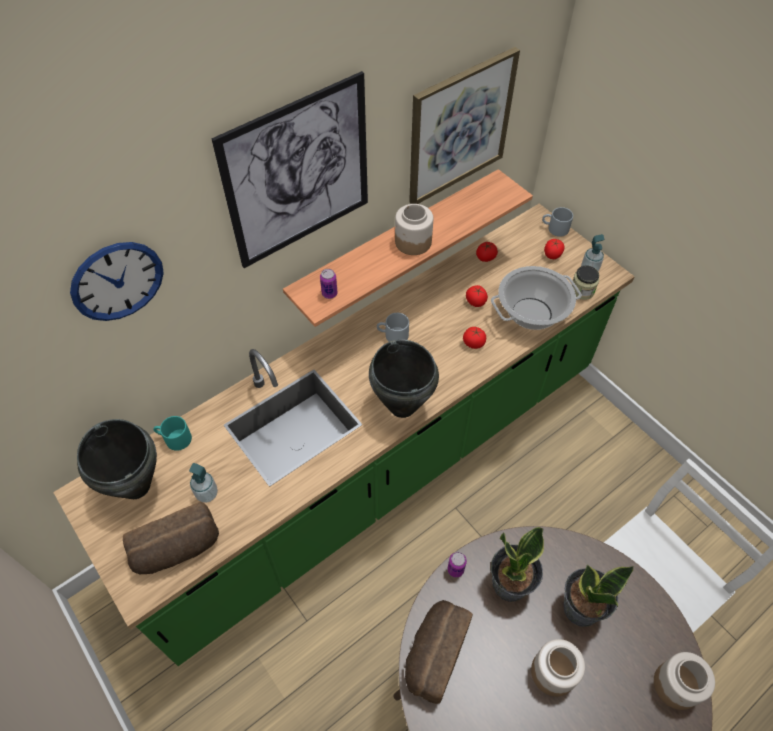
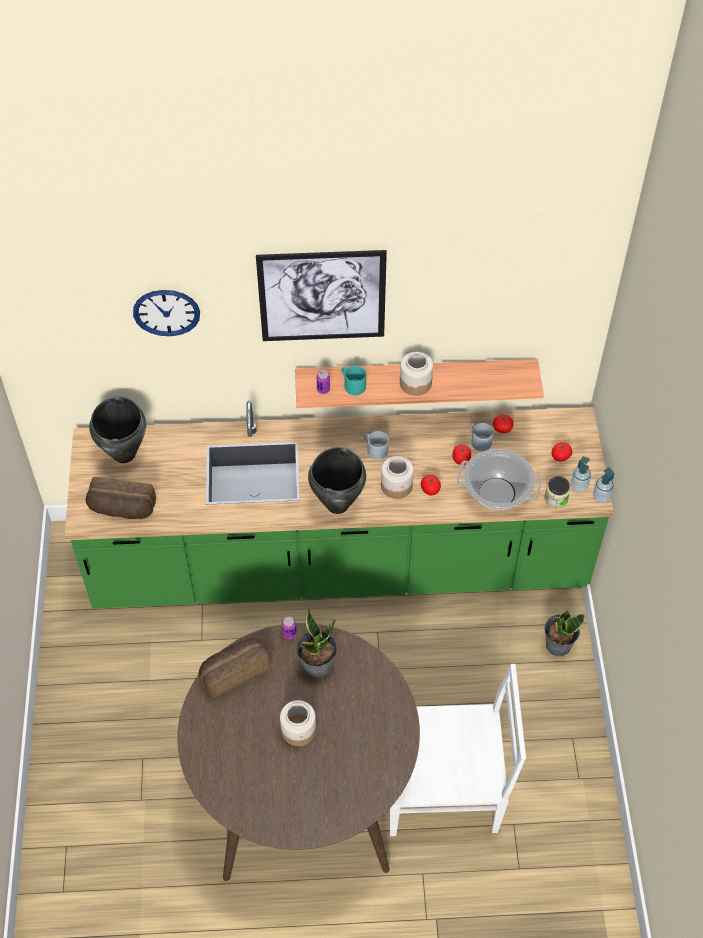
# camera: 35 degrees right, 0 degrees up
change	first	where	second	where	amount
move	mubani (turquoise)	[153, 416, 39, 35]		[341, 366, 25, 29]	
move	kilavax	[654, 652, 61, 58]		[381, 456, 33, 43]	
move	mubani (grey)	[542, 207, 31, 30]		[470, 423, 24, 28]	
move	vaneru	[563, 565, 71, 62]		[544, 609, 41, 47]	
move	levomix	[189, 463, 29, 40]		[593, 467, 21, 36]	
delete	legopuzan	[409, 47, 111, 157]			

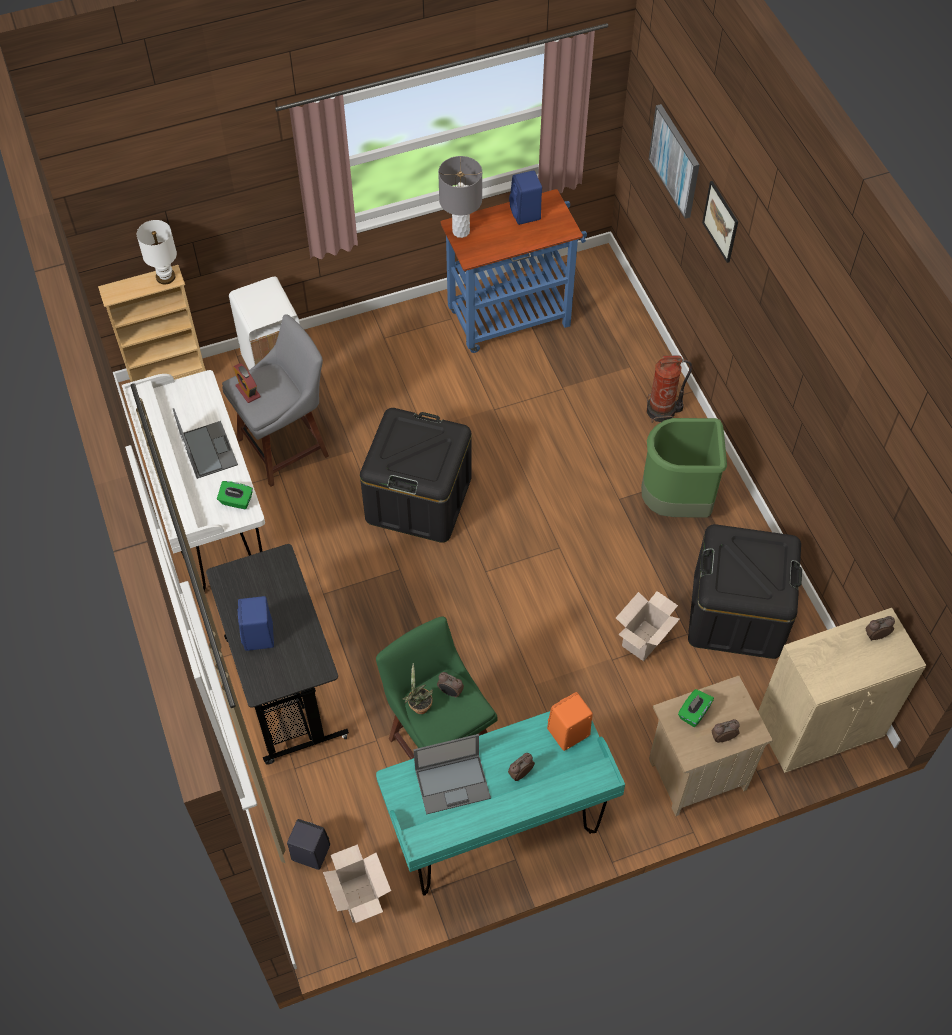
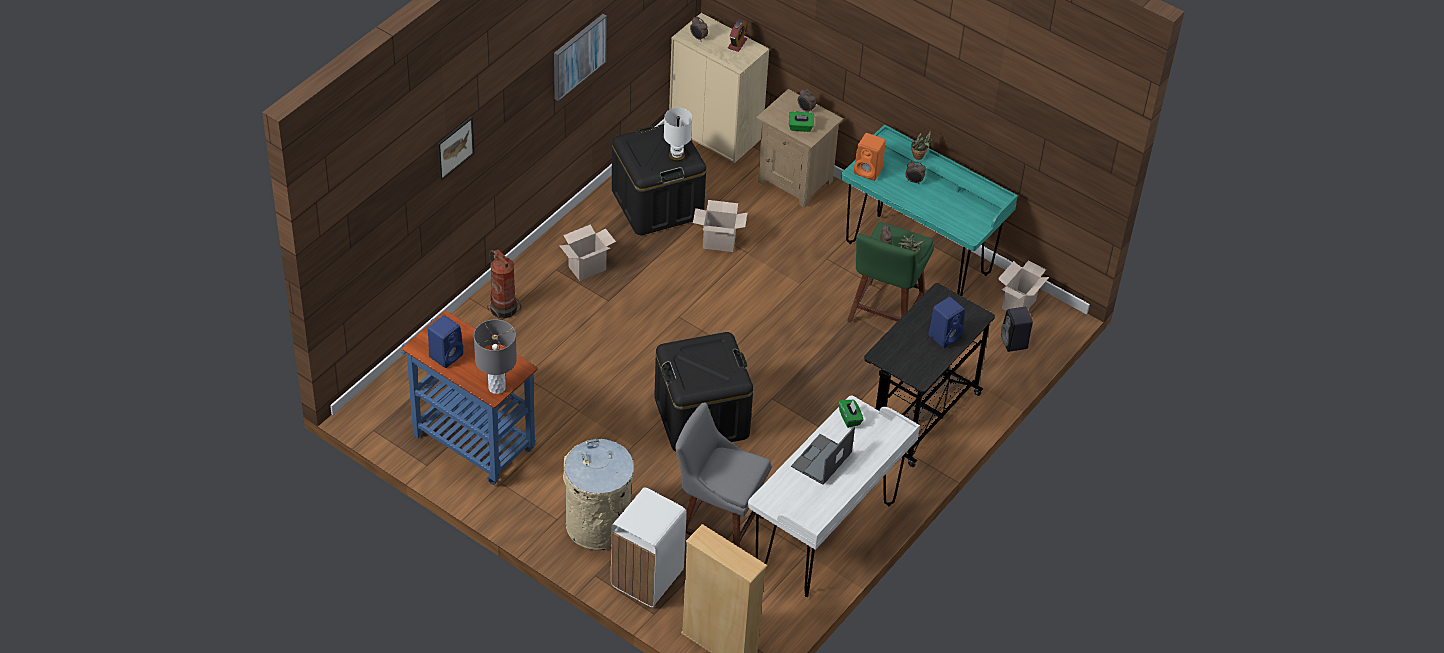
# camera: 125 degrees left, 10 degrees down
change	first	where	second	where	amount
move	legopuzan	[649, 104, 51, 115]		[554, 14, 53, 87]	
replace	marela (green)	[641, 418, 86, 100]	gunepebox	[559, 225, 57, 56]	
insert			marela (beige)	[563, 439, 71, 112]	
move	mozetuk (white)	[137, 220, 40, 64]		[664, 108, 28, 54]	
move	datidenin	[233, 363, 28, 40]		[728, 19, 19, 33]	
insert			vaneru	[911, 130, 21, 30]	
delete	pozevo	[413, 734, 78, 80]			

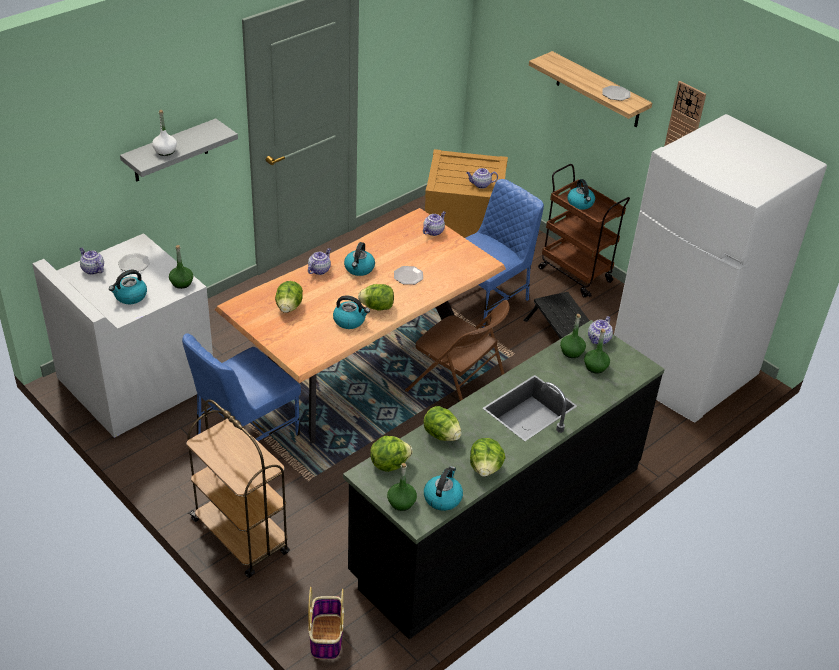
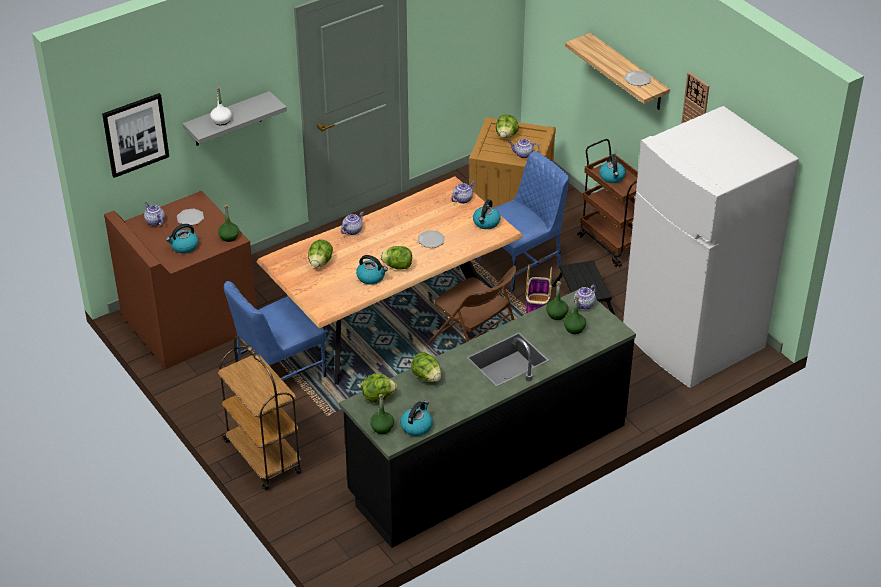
# camera: 10 degrees right, 0 degrees up
change	first	where	second	where	amount
insert			legopuzan	[102, 93, 67, 85]	
recolor	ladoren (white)	[32, 233, 181, 205]	ladoren (brown)	[104, 191, 153, 178]	
move	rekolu	[344, 242, 31, 34]		[473, 199, 27, 30]	
move	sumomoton	[470, 438, 35, 39]		[496, 115, 23, 23]	
move	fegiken	[308, 587, 36, 73]		[526, 264, 26, 50]	

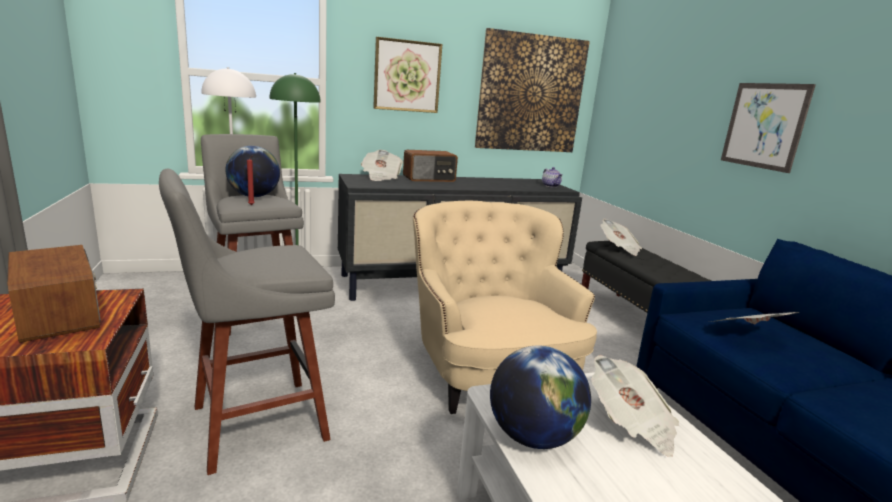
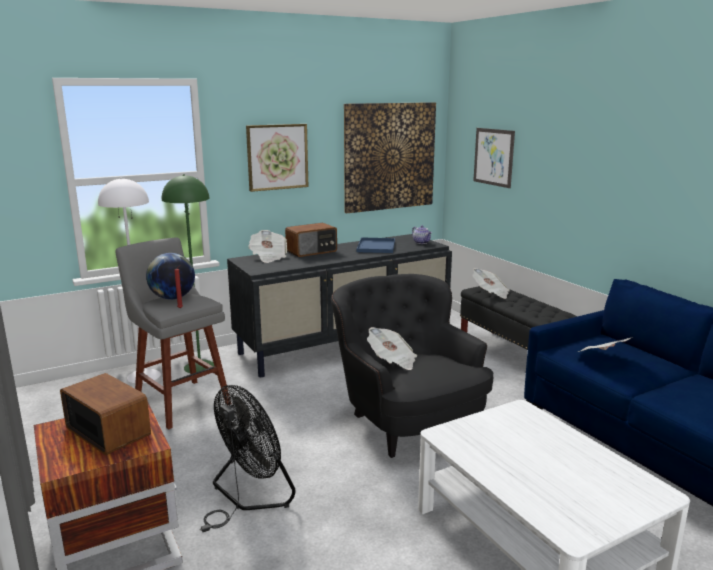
# camera: 10 degrees left, 0 degrees up
change	first	where	second	where	amount
replace	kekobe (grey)	[159, 169, 176, 306]	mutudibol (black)	[199, 385, 96, 147]	
recolor	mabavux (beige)	[413, 201, 184, 213]	mabavux (black)	[331, 274, 162, 184]	
insert			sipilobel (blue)	[357, 237, 38, 16]	
move	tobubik	[591, 355, 88, 102]		[367, 327, 50, 43]	
move	legopuzan	[721, 83, 95, 90]		[473, 128, 42, 60]	
delete	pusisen	[490, 346, 101, 103]			

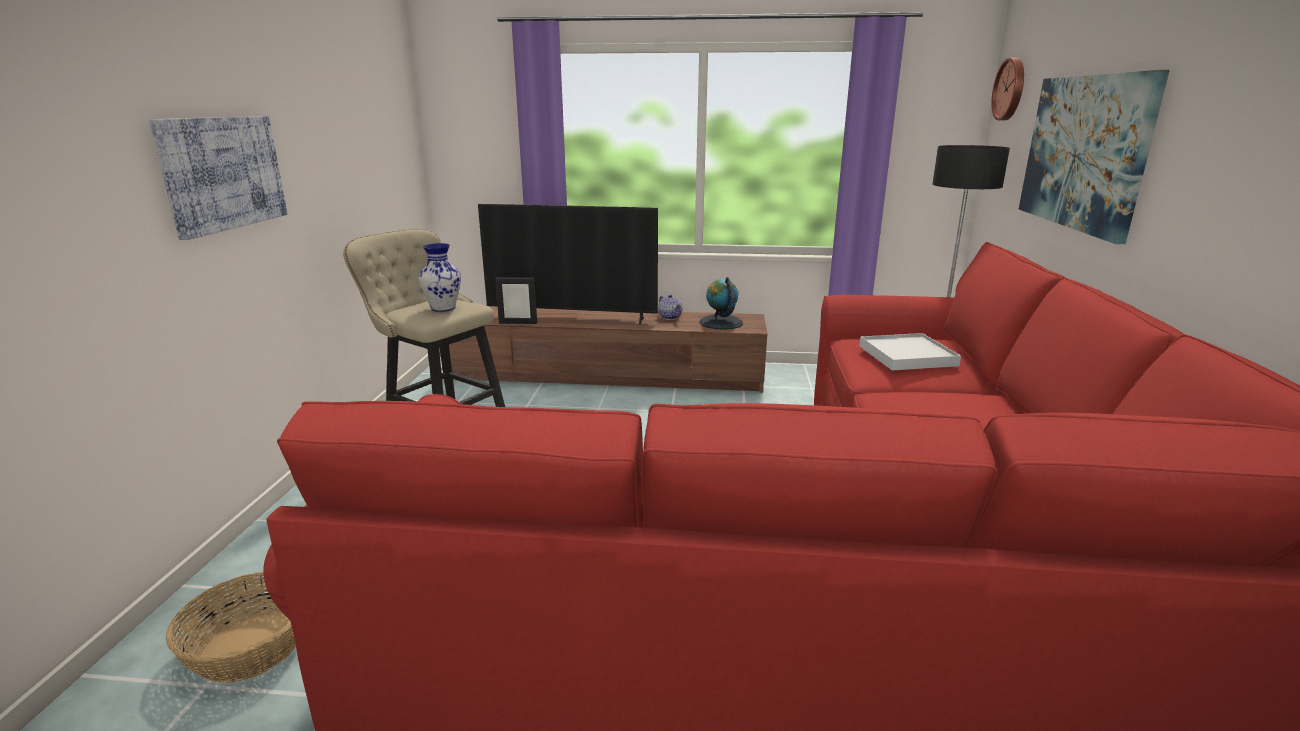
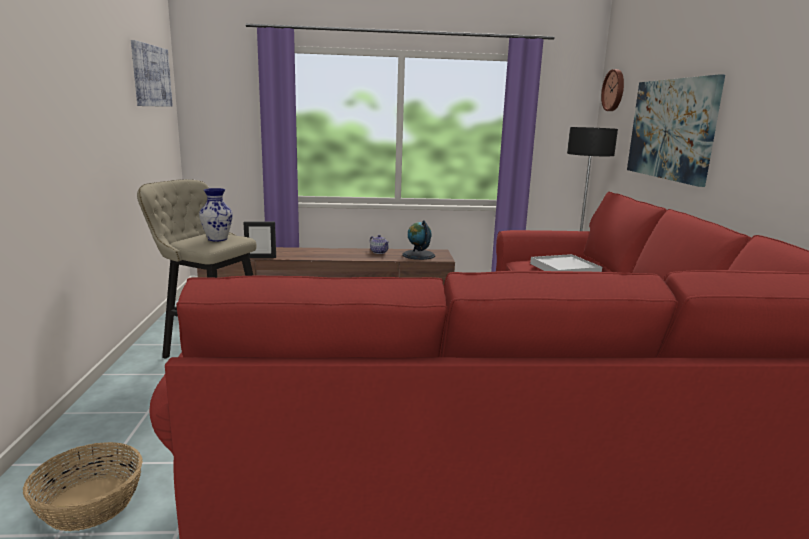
# camera: 10 degrees left, 5 degrees down
change	first	where	second	where	amount
move	legopuzan	[149, 116, 139, 124]		[131, 40, 42, 67]	
delete	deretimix	[478, 204, 180, 121]			

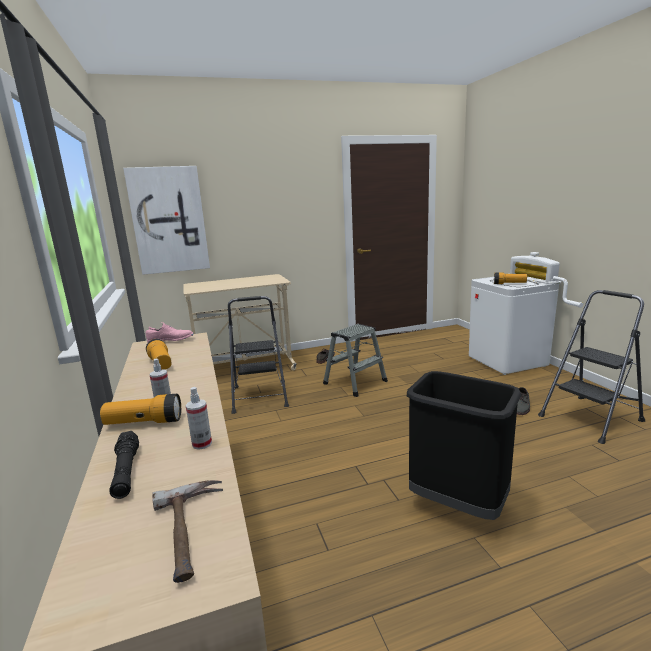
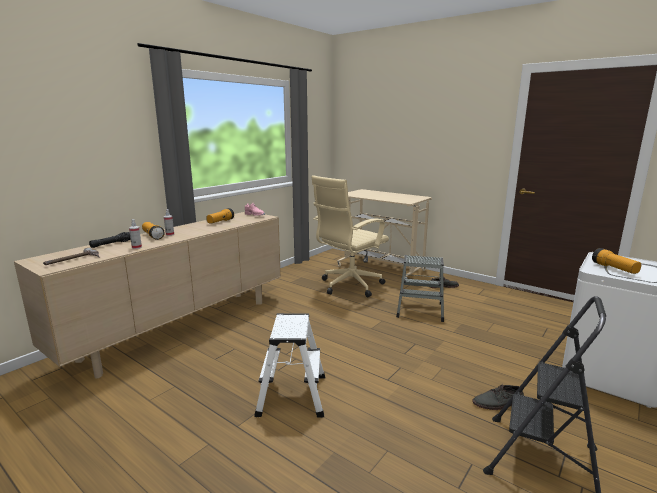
# camera: 55 degrees right, 0 degrees up
change	first	where	second	where	amount
replace	marela (black)	[407, 371, 115, 149]	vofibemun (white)	[254, 313, 71, 105]	
replace	vofibemun (black)	[228, 296, 61, 118]	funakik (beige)	[312, 175, 77, 122]	
delete	legopuzan	[123, 166, 87, 109]			

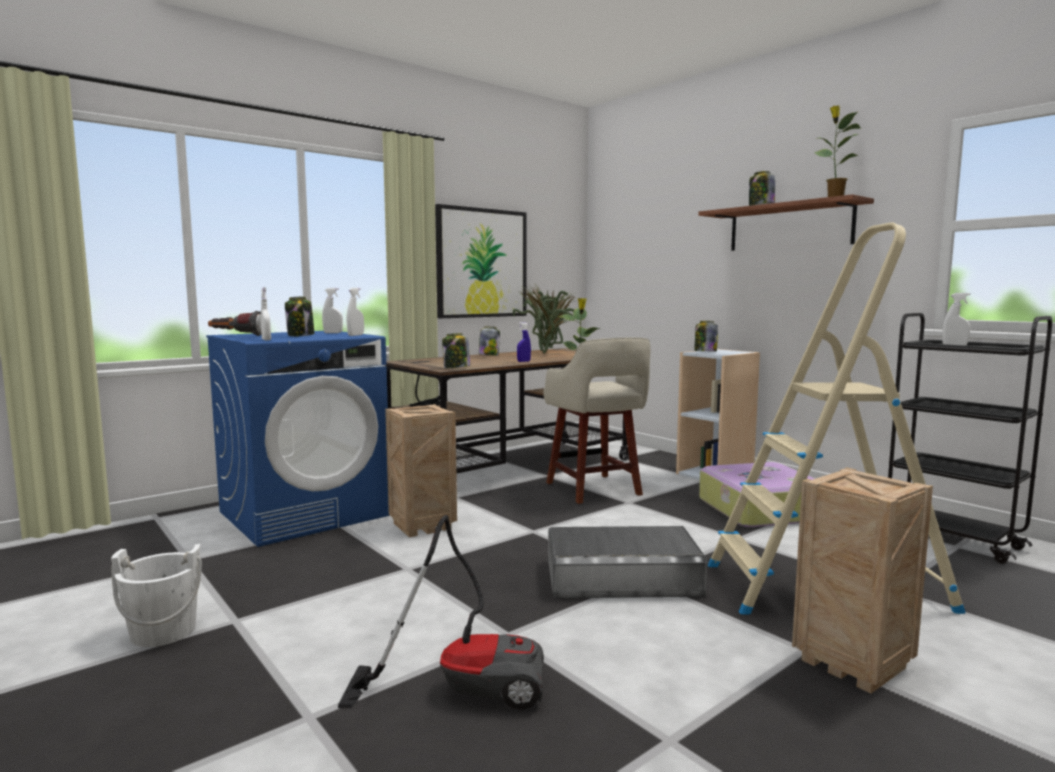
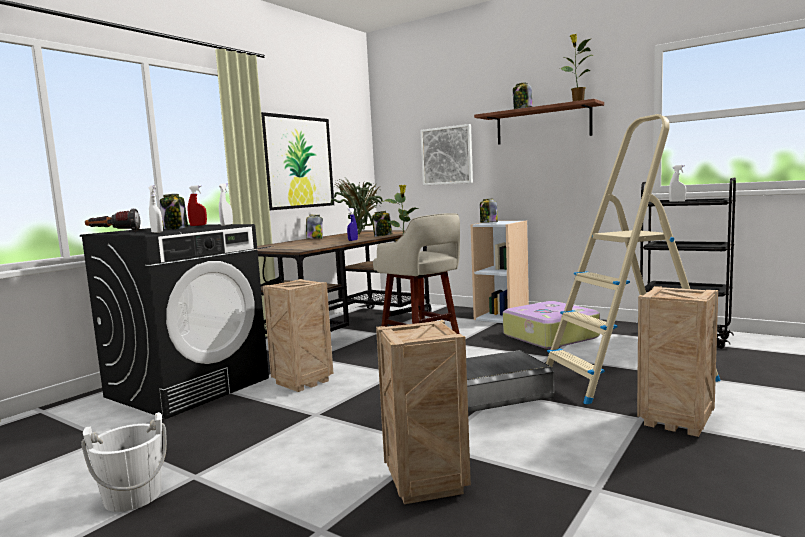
# camera: 15 degrees left, 0 degrees up
change	first	where	second	where	amount
recolor	ladoren (blue)	[206, 331, 184, 216]	ladoren (black)	[80, 224, 189, 195]	
recolor	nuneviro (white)	[322, 288, 21, 45]	nuneviro (red)	[188, 185, 19, 41]	
move	kilavax	[442, 333, 28, 35]		[372, 211, 20, 26]	
replace	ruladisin	[338, 515, 206, 195]	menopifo	[376, 320, 95, 184]	
insert			legopuzan	[420, 124, 53, 61]	

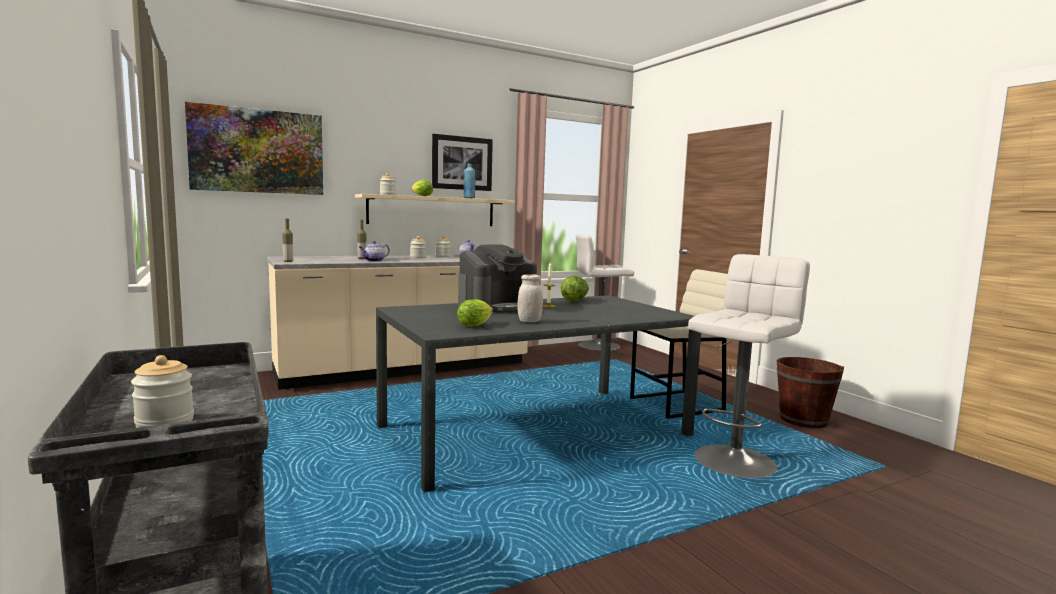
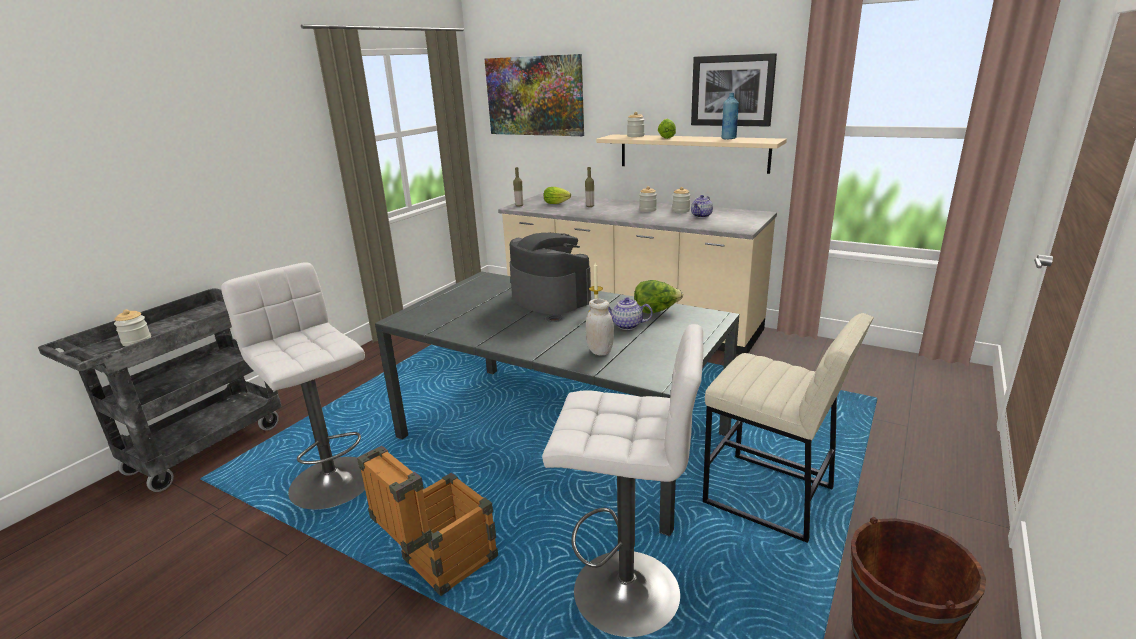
# camera: 60 degrees right, 15 degrees up
change	first	where	second	where	amount
move	kekobe (white)	[575, 234, 60, 117]		[221, 262, 144, 247]	
insert			menopifo	[357, 446, 141, 150]	
rotate	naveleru	[458, 244, 79, 69]		[510, 233, 81, 81]	150 degrees counterclockwise
move	sumomoton	[457, 299, 36, 28]		[544, 187, 27, 17]	
move	kilavax (white)	[517, 275, 26, 47]		[586, 299, 28, 56]	
move	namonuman	[359, 241, 31, 21]		[608, 297, 45, 33]	

